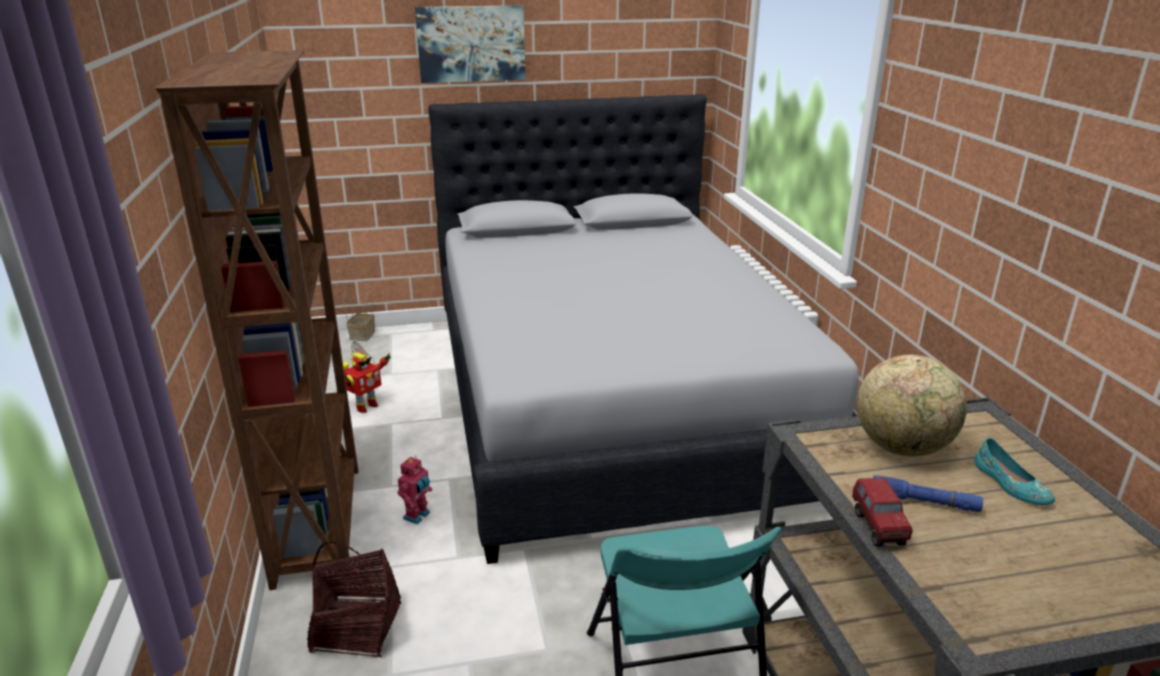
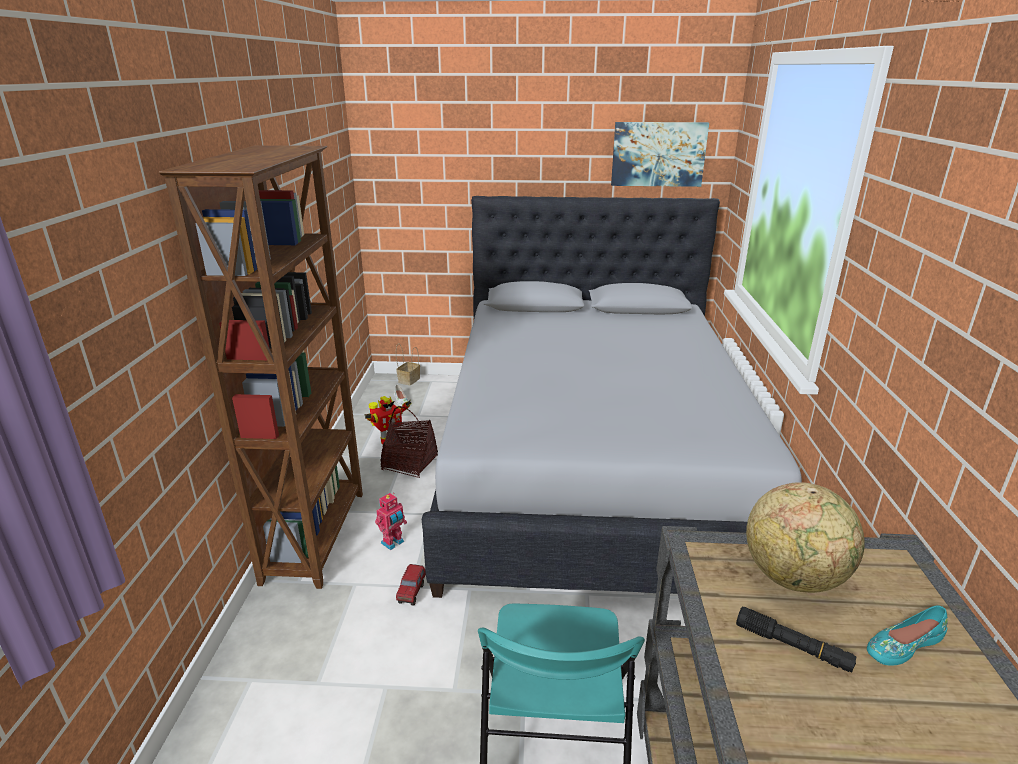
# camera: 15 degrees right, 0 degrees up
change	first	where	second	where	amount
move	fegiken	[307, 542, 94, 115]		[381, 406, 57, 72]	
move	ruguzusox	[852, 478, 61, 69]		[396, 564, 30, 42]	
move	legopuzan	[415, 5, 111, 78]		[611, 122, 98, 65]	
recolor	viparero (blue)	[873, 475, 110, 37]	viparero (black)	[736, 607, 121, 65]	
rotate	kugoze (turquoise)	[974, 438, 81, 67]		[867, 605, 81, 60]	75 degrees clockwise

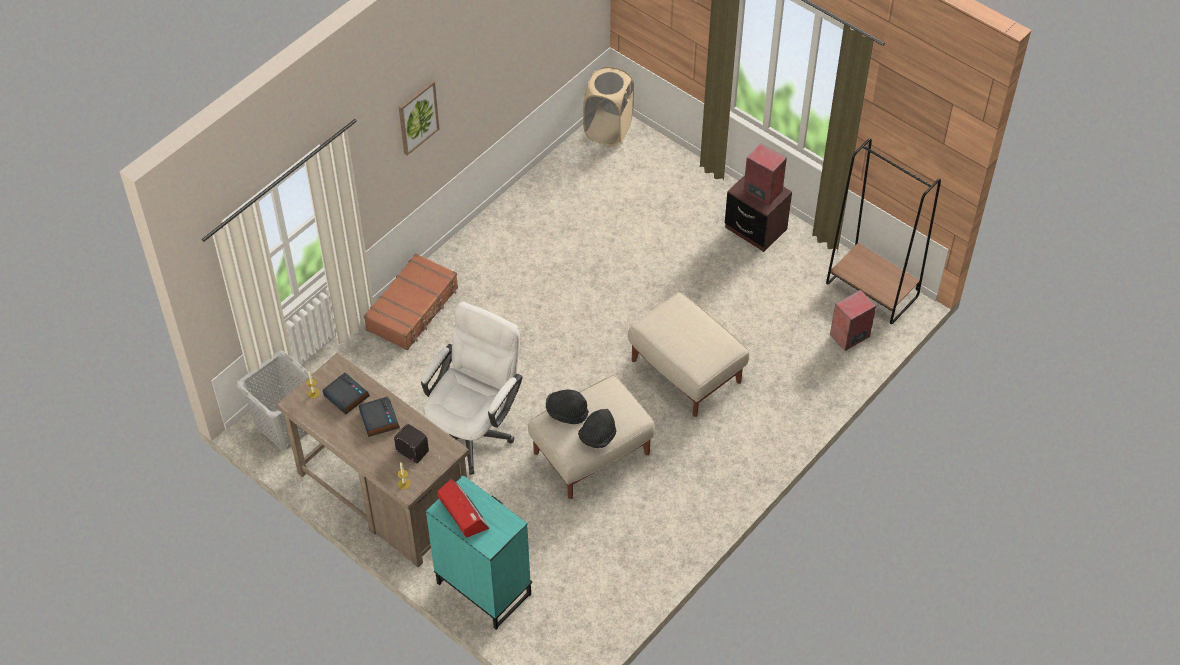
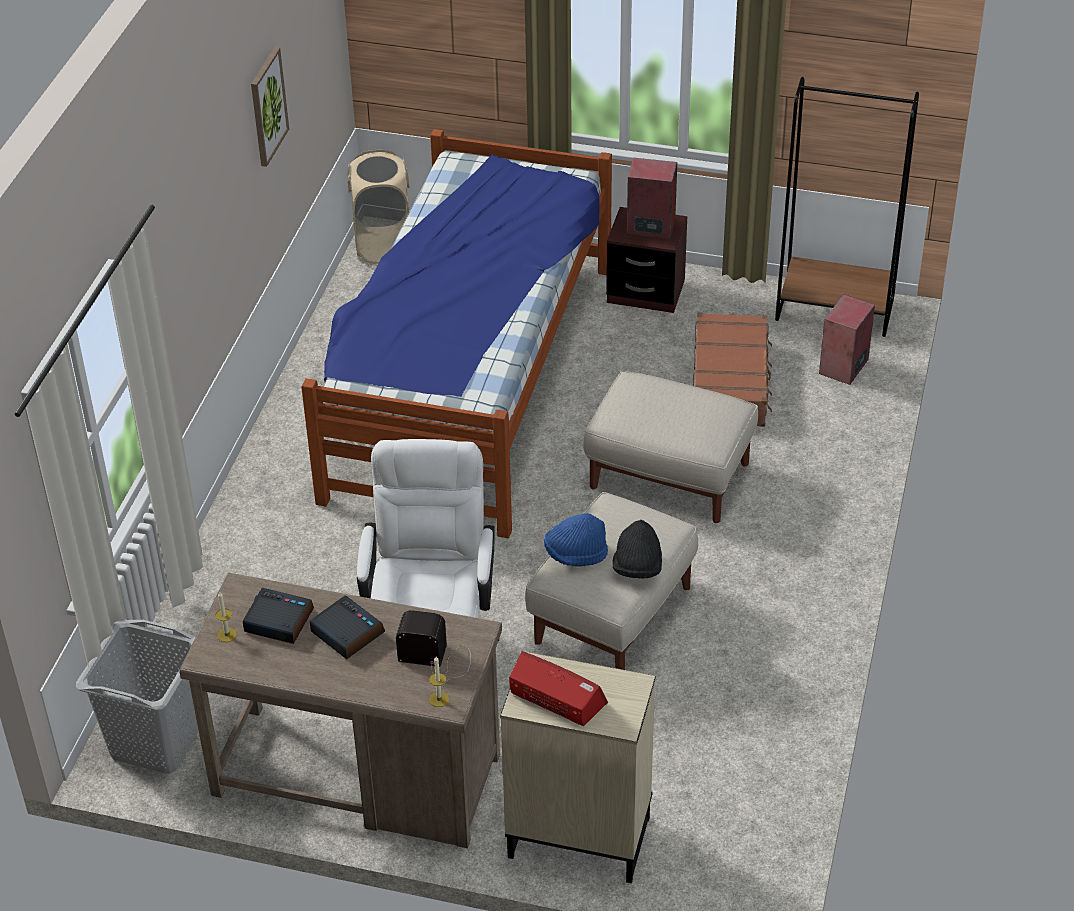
# camera: 25 degrees left, 10 degrees down
change	first	where	second	where	amount
move	legopuzan	[399, 80, 40, 75]		[251, 47, 38, 120]	
insert			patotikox	[301, 129, 311, 409]	
recolor	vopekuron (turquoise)	[426, 475, 106, 155]	vopekuron (beige)	[500, 651, 156, 232]	
recolor	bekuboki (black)	[546, 389, 43, 35]	bekuboki (blue)	[544, 513, 64, 53]	
move	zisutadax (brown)	[364, 253, 94, 97]		[693, 313, 79, 114]	

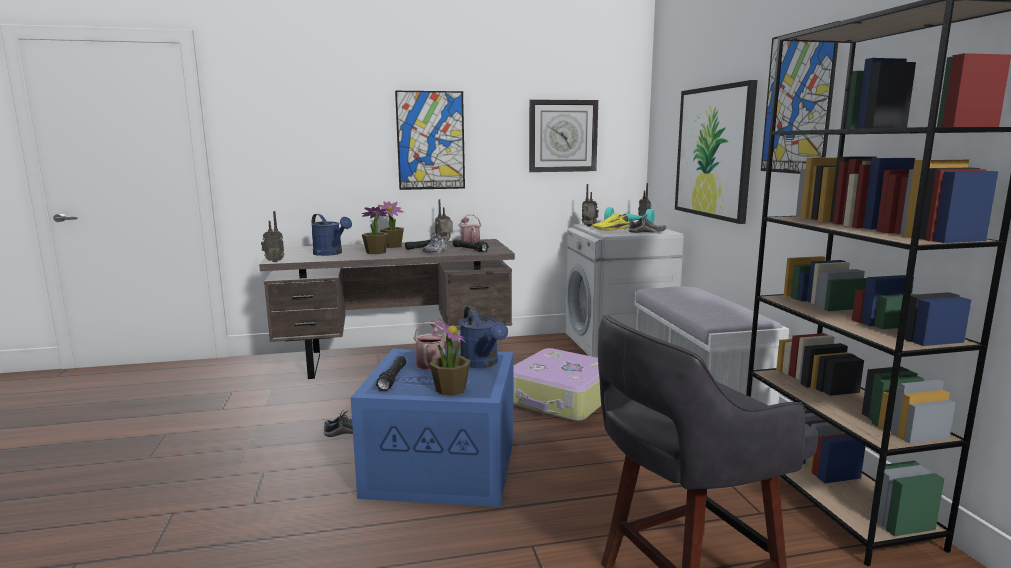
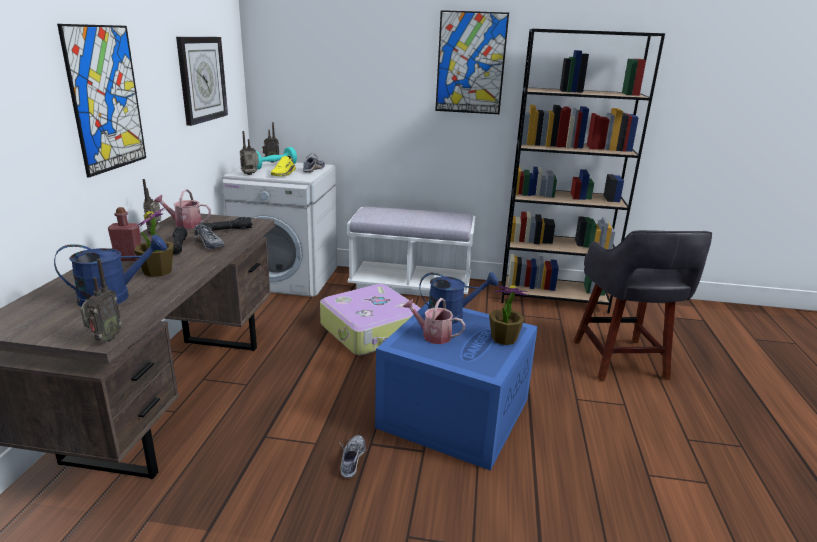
# camera: 70 degrees left, 10 degrees up
change	first	where	second	where	amount
replace	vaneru	[378, 201, 26, 47]	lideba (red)	[108, 207, 33, 54]	
delete	viparero (black)	[376, 356, 30, 35]			
delete	legopuzan	[675, 80, 82, 144]			

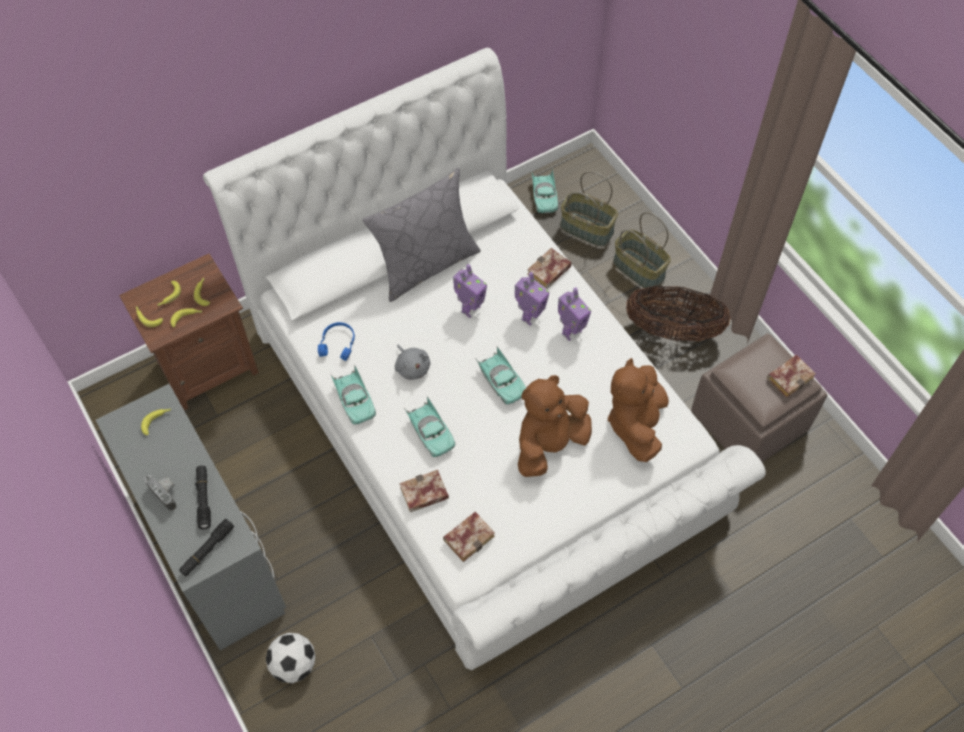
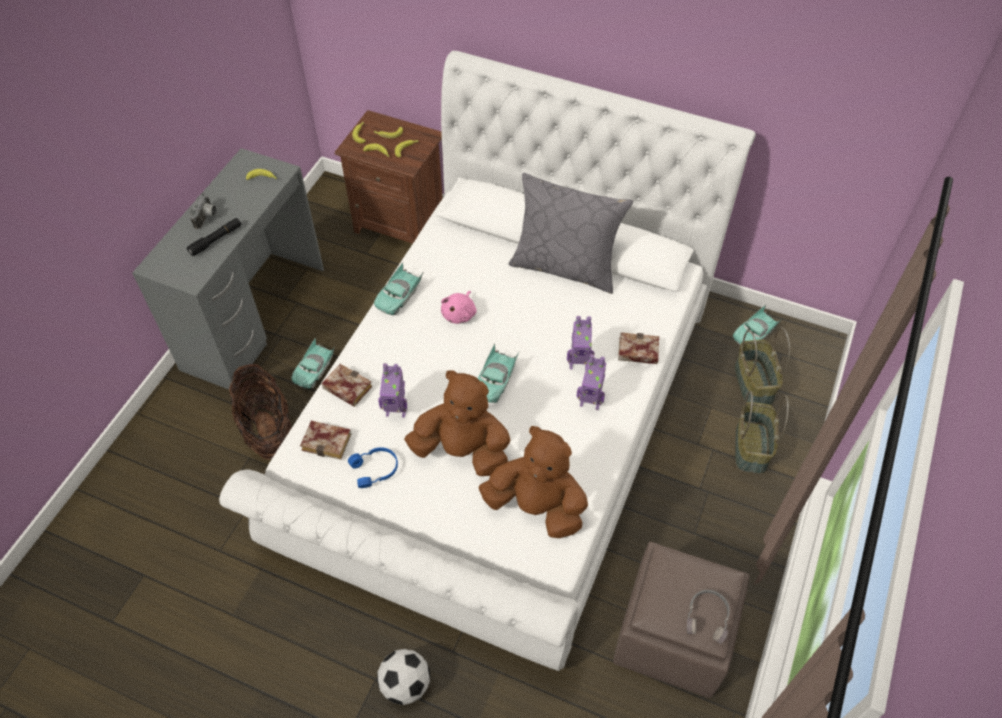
# camera: 55 degrees right, 5 degrees down
change	first	where	second	where	amount
move	fegiken	[626, 286, 105, 56]		[229, 364, 62, 96]	
move	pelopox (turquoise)	[404, 396, 51, 61]		[291, 337, 44, 52]	
move	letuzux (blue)	[318, 322, 37, 39]		[348, 447, 50, 41]	
move	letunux	[266, 633, 50, 50]		[377, 649, 53, 56]	
move	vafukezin	[453, 264, 34, 54]		[378, 363, 29, 55]	
recolor	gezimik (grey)	[395, 344, 35, 36]	gezimik (pink)	[441, 291, 36, 33]	
rotate	gezimik (brown)	[608, 358, 61, 104]		[479, 426, 109, 112]	45 degrees clockwise
replace	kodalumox	[767, 355, 49, 43]	letuzux (grey)	[687, 590, 43, 54]	
delete	viparero (black)	[179, 519, 55, 57]			

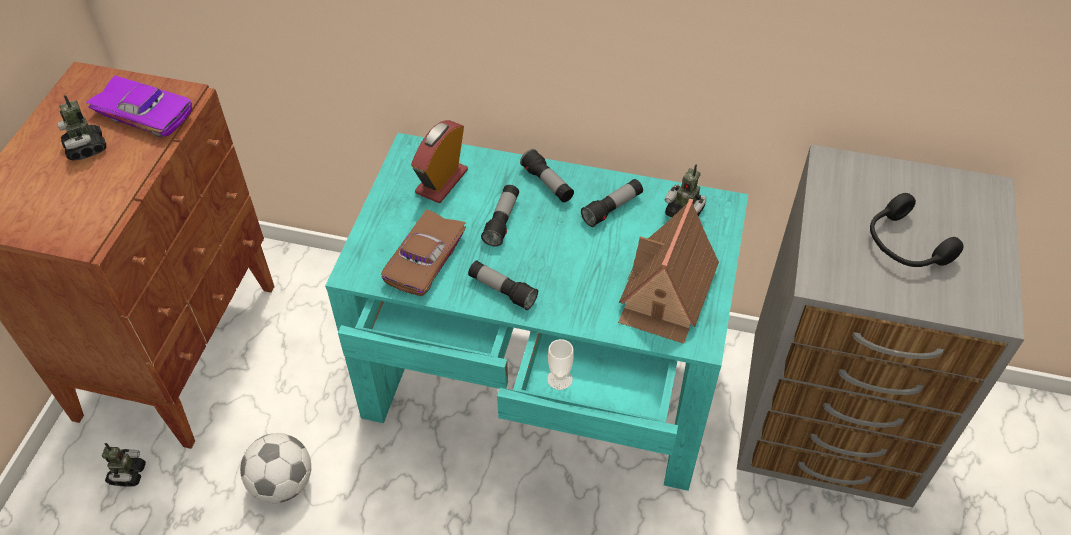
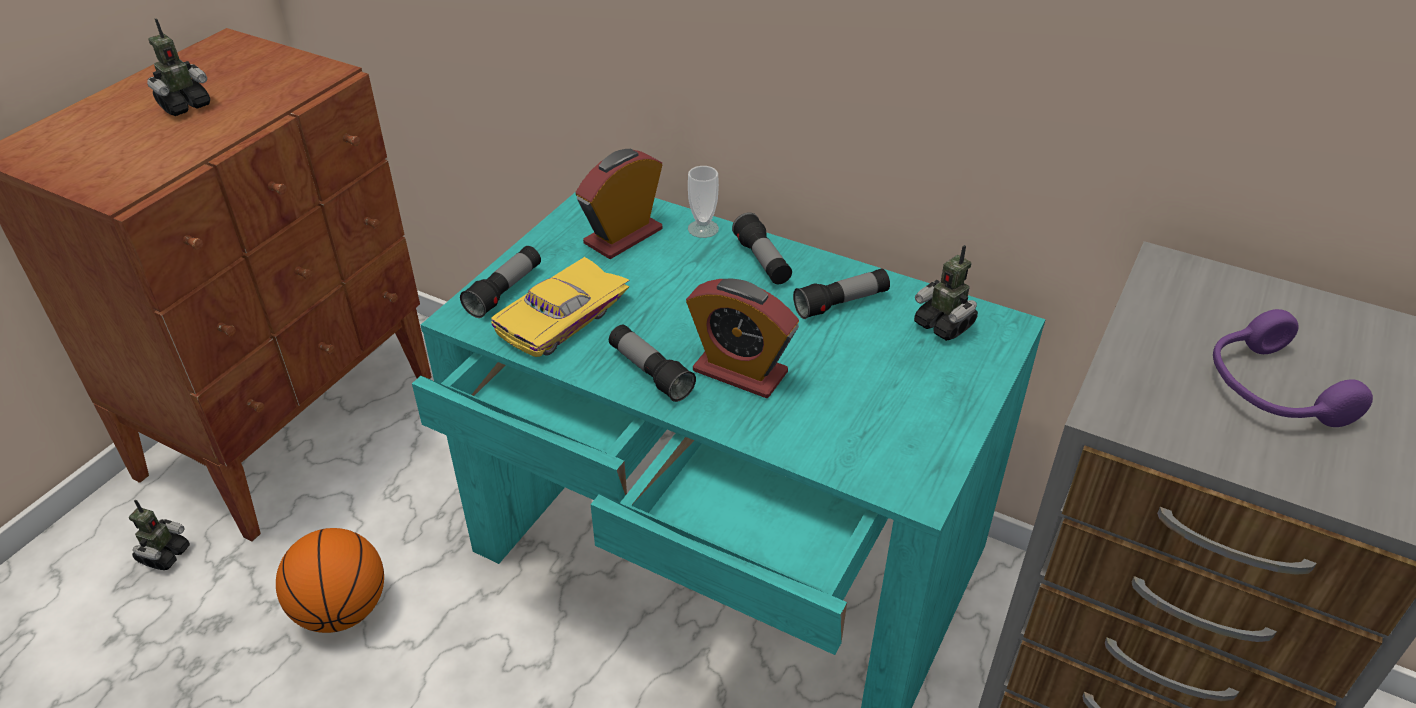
# camera: 15 degrees right, 10 degrees down
change	first	where	second	where	amount
rotate	vafukezin	[57, 95, 49, 65]		[147, 18, 63, 98]	120 degrees counterclockwise
replace	letunux	[240, 433, 71, 70]	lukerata	[276, 528, 108, 105]	
move	viparero	[481, 185, 38, 62]		[460, 246, 81, 72]	
recolor	pelopox (brown)	[381, 209, 85, 87]	pelopox (yellow)	[491, 257, 139, 100]	
insert			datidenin	[686, 278, 113, 120]	
move	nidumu	[547, 339, 27, 51]		[688, 166, 31, 72]	
recolor	letuzux (black)	[870, 193, 94, 74]	letuzux (purple)	[1213, 309, 160, 118]	
delete	pelopox (purple)	[86, 75, 106, 62]			
delete	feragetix	[618, 199, 101, 144]			

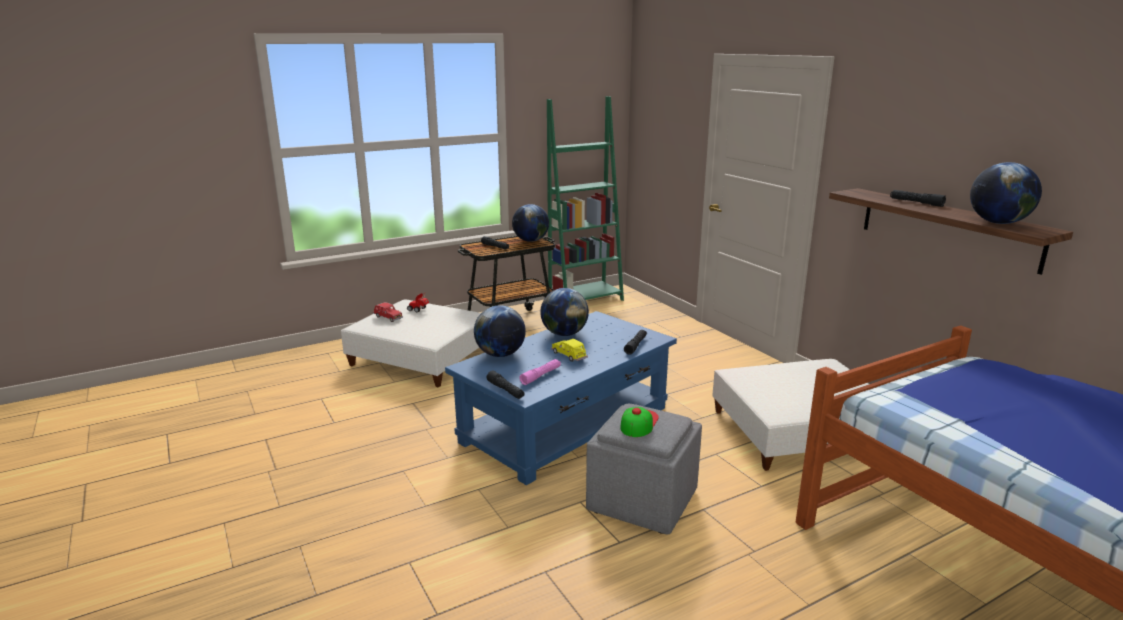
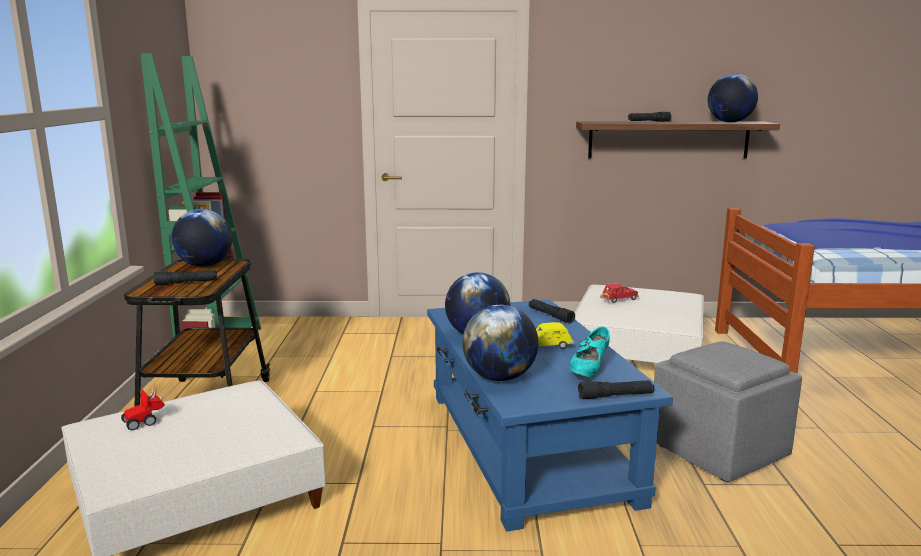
# camera: 60 degrees left, 5 degrees down
change	first	where	second	where	amount
replace	viparero (pink)	[519, 359, 42, 26]	kugoze (turquoise)	[570, 326, 40, 51]	
move	pelopox (red)	[373, 302, 30, 20]		[600, 283, 39, 20]	
delete	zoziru	[620, 407, 39, 30]			

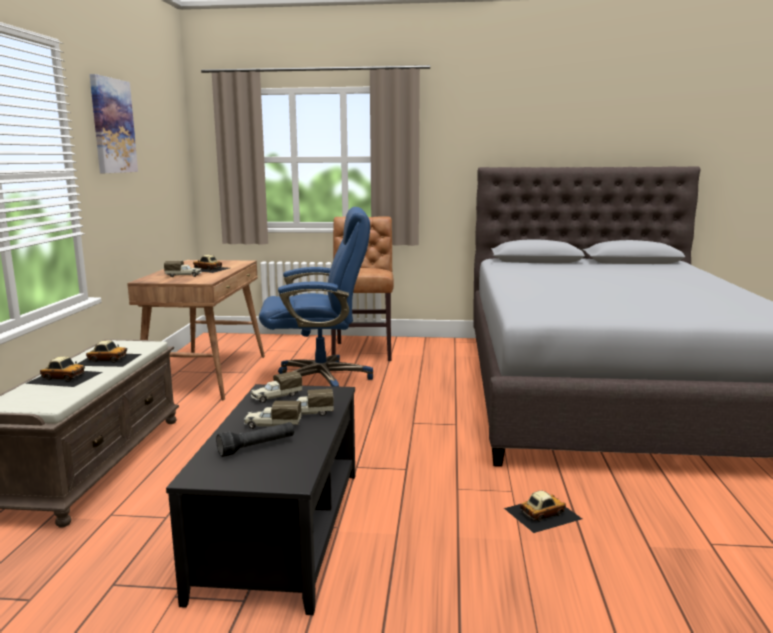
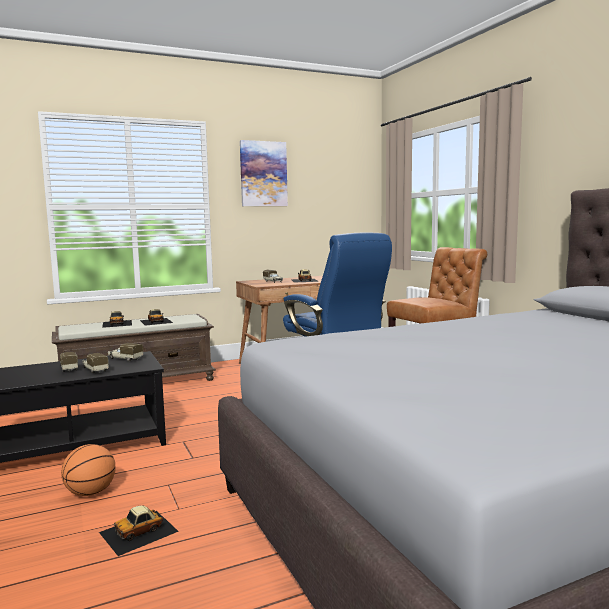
# camera: 60 degrees right, 5 degrees down
change	first	where	second	where	amount
insert			lukerata	[61, 444, 55, 52]	
rotate	pelopox	[504, 490, 78, 43]		[99, 505, 80, 51]	105 degrees clockwise
delete	viparero (black)	[216, 422, 78, 35]			

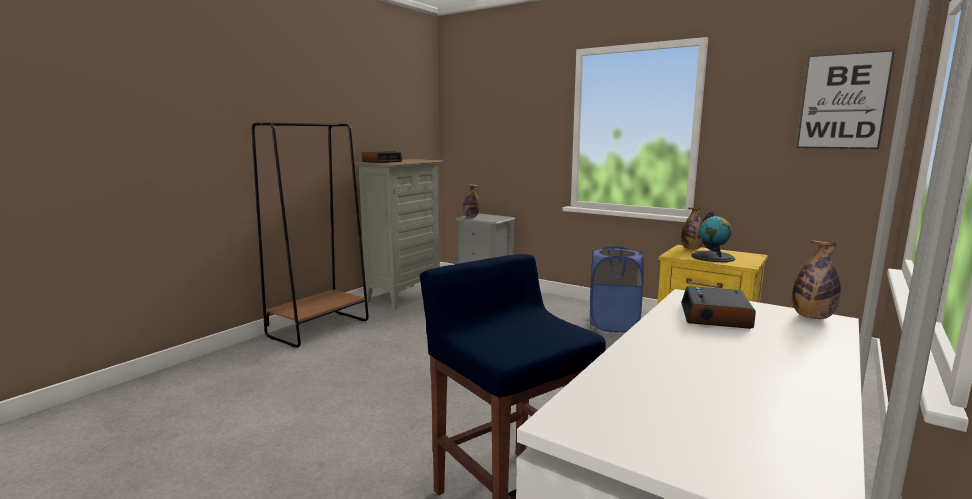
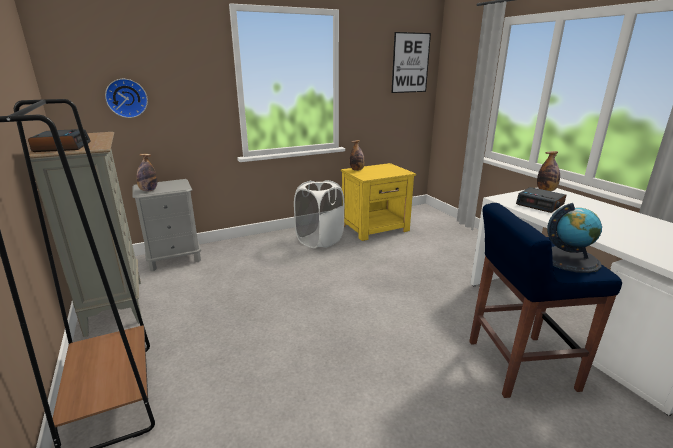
# camera: 60 degrees left, 10 degrees up
change	first	where	second	where	amount
insert			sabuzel	[105, 79, 43, 39]	
recolor	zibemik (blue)	[590, 246, 54, 87]	zibemik (white)	[294, 180, 50, 68]	
move	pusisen	[691, 212, 44, 50]		[548, 203, 54, 70]	

